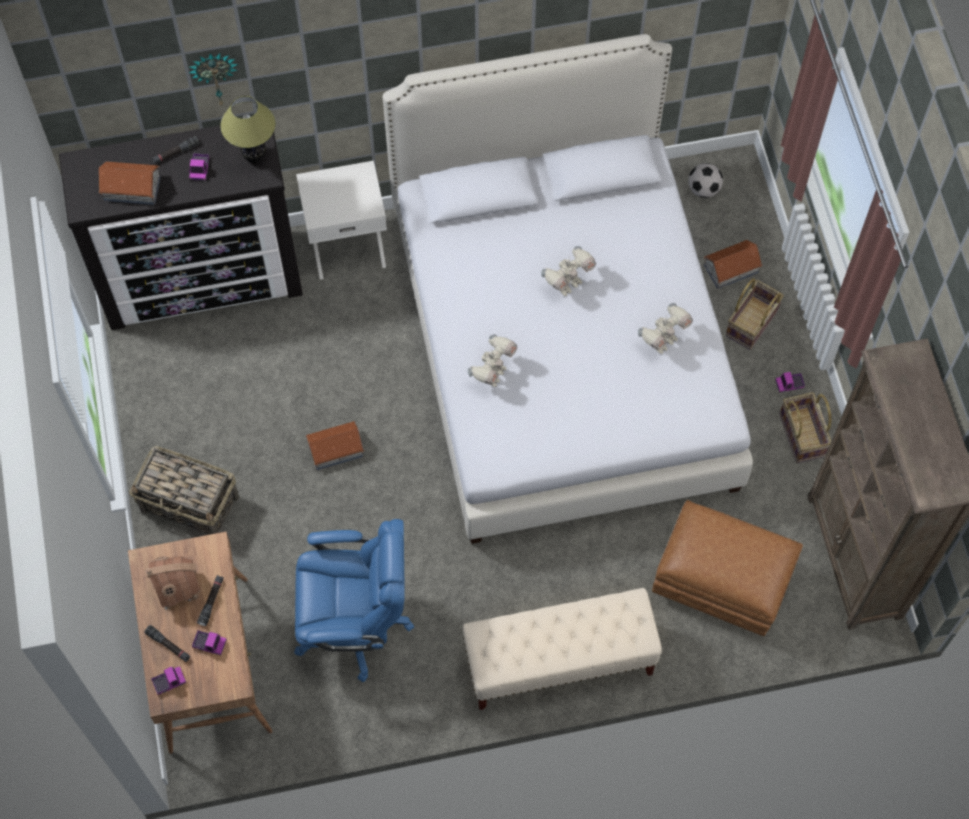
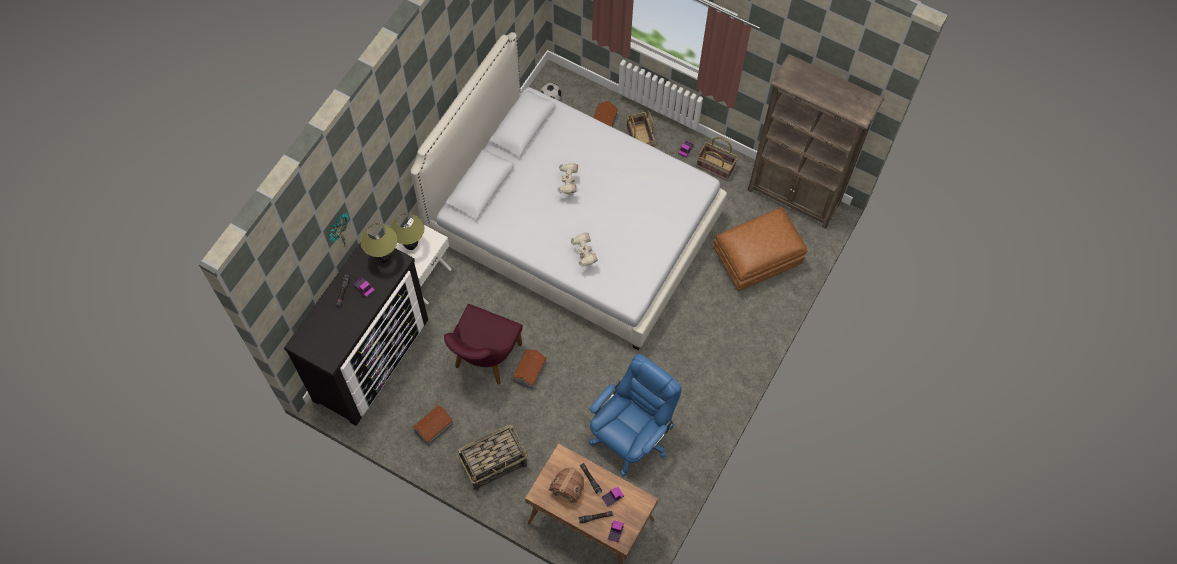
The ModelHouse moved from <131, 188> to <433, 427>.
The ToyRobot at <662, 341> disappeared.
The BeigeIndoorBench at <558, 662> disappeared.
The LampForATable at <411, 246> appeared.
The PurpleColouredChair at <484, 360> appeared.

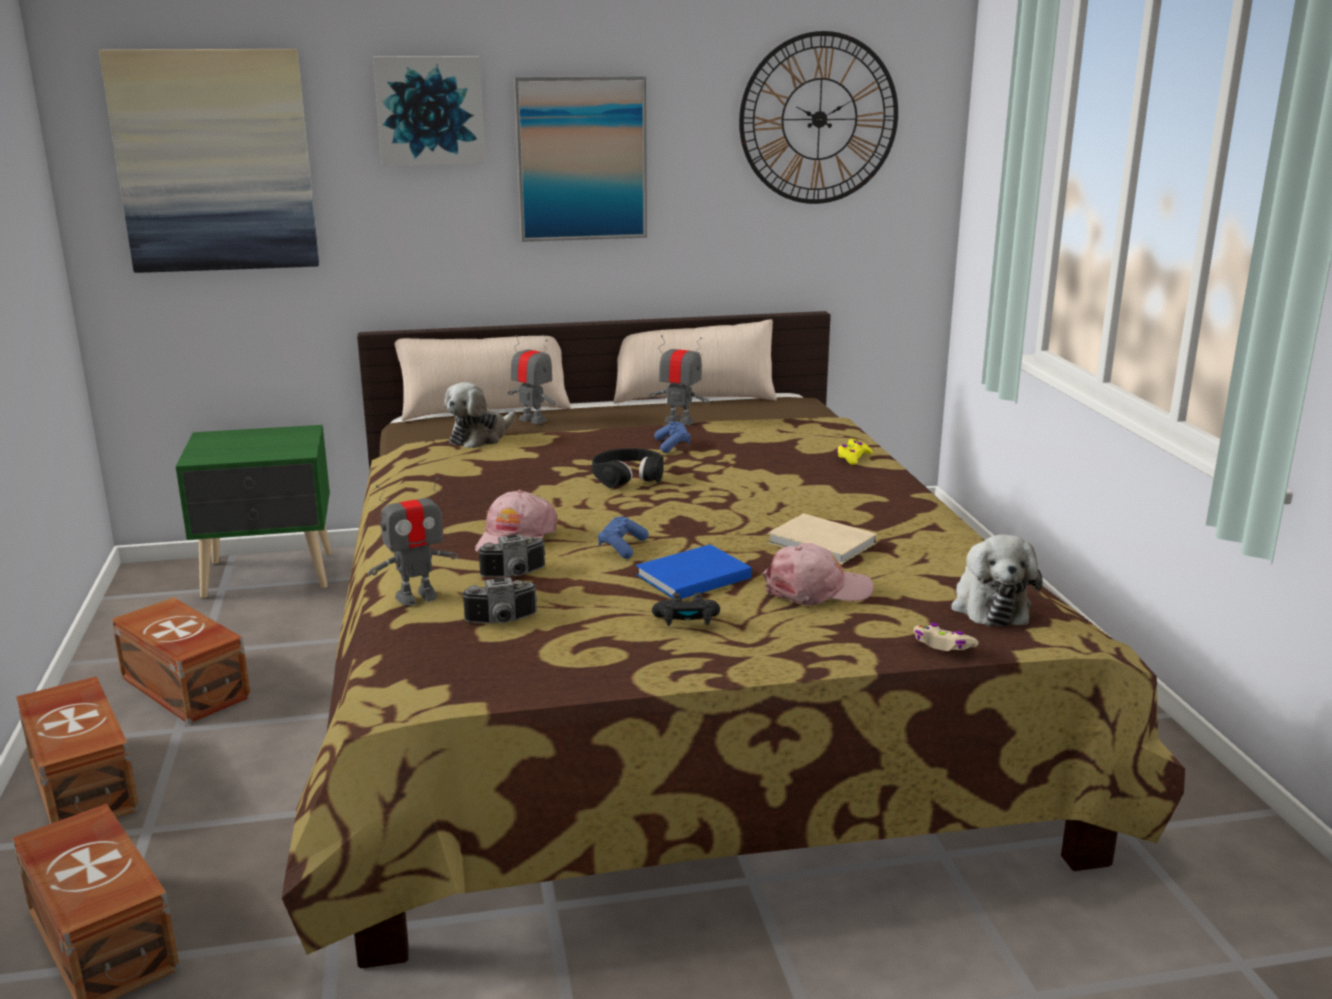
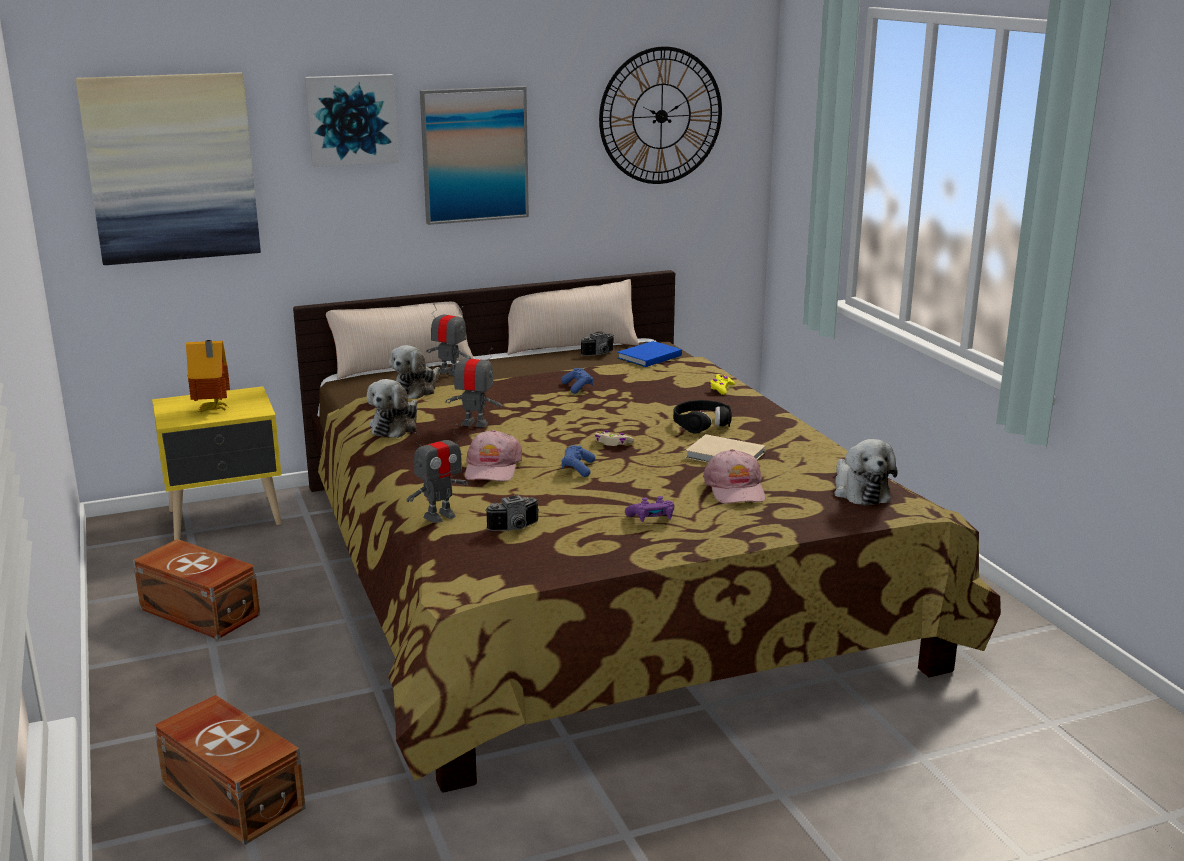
The ToyRobot moved from <679, 421> to <474, 424>.
The GreenishNightstand at <270, 576> became the YellowishNightstand at <227, 518>.
The BlackishHeadset moved from <628, 477> to <701, 424>.
The StillCamera moved from <515, 575> to <600, 354>.
The PinkBaseballCap at <817, 589> turned 105 degrees clockwise.
The BlueVolume moved from <690, 577> to <647, 357>.
The BlackishGameController at <686, 622> became the PurpleColouredGameController at <652, 519>.
The BeigeGameController moved from <943, 645> to <613, 443>.
The BrownishStorageBin at <85, 782> disappeared.
The ModelHouse at <212, 410> appeared.
The SoftToy at <396, 426> appeared.

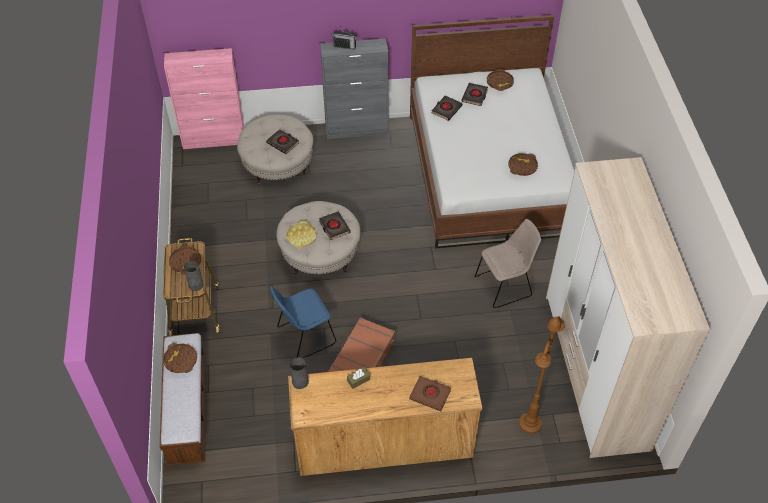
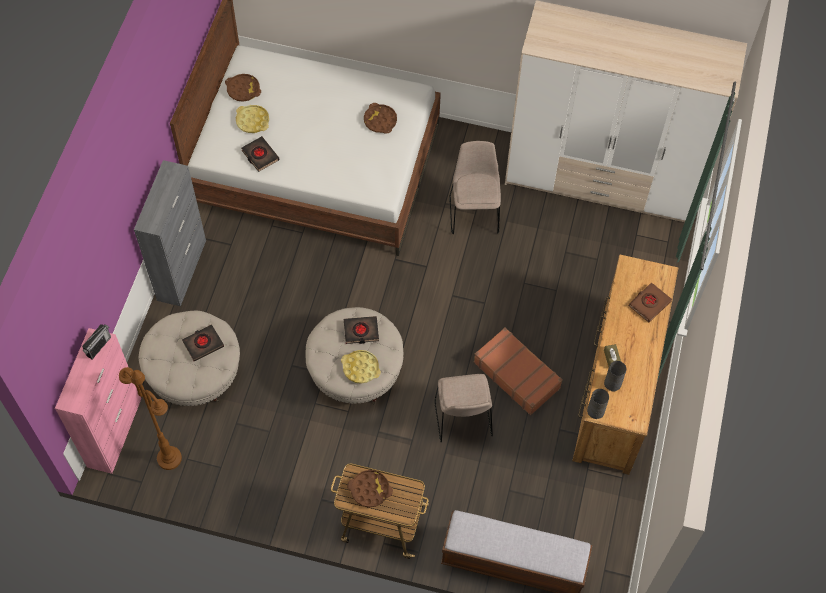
The Radio moved from <344, 46> to <98, 346>.
The BlackishVolume at <474, 96> was replaced by the YellowishServingTray at <252, 121>.
The GreyishDecorativeVase moved from <195, 285> to <613, 384>.
The BlueChair at <304, 336> became the BeigeChair at <463, 420>.
The BrownishStandardLamp moved from <530, 423> to <169, 458>.
The BrownishServingTray at <180, 360> disappeared.

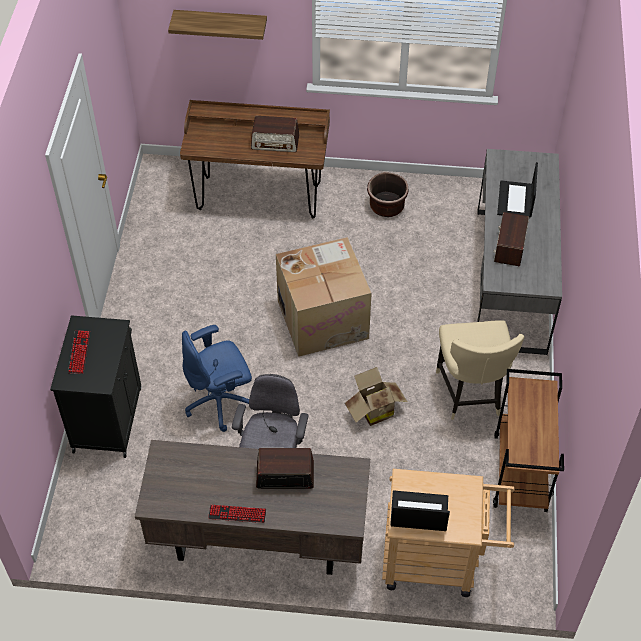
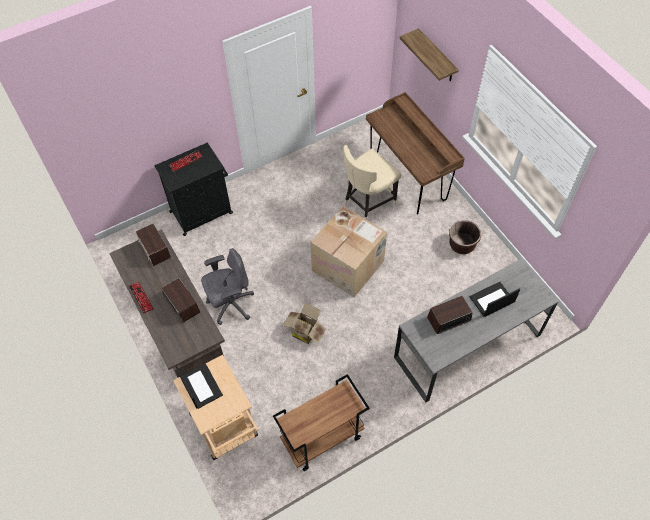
The Radio moved from <275, 142> to <154, 249>.
The BeigeChair moved from <470, 394> to <367, 202>.
The BlueOfficeChair at <220, 401> disappeared.

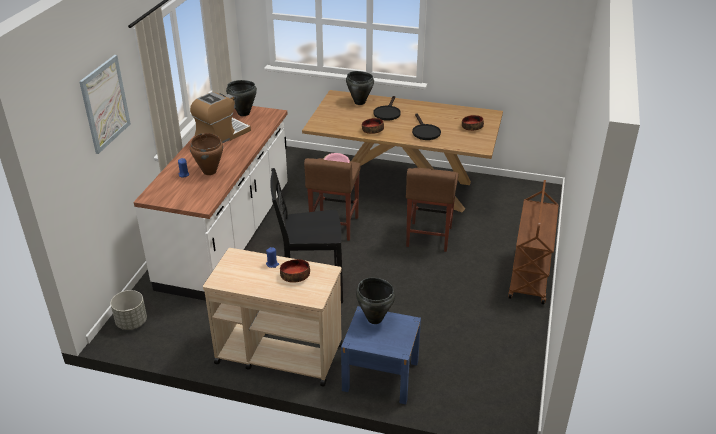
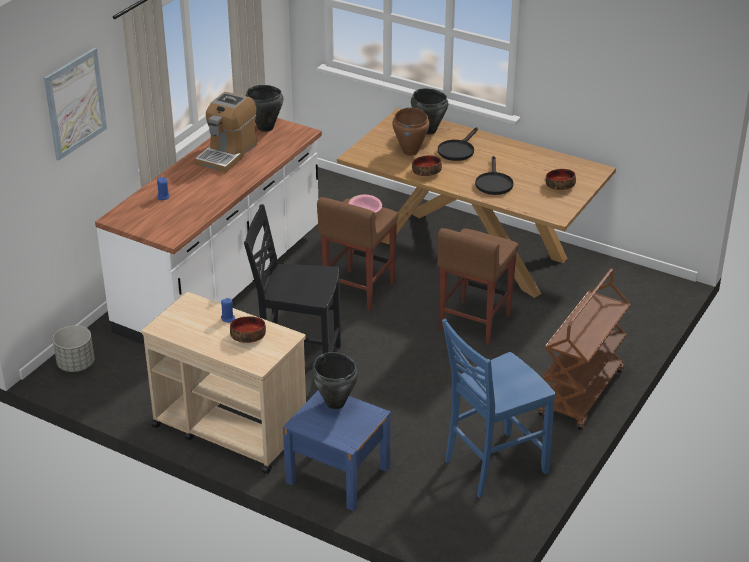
The CoffeeBrewer at <222, 135> turned 150 degrees clockwise.
The BrownishSaucepot moved from <210, 171> to <410, 151>.
The BlueChair at <492, 466> appeared.

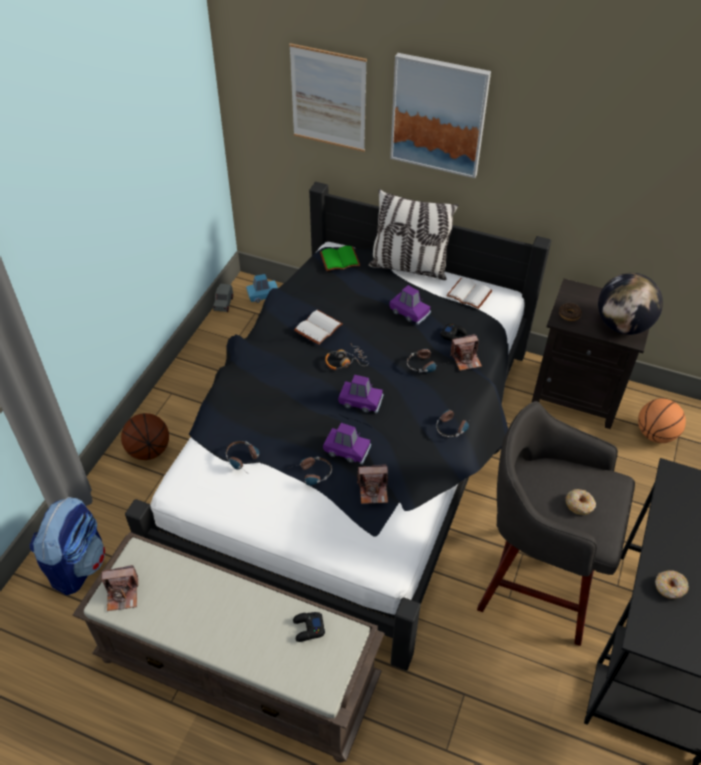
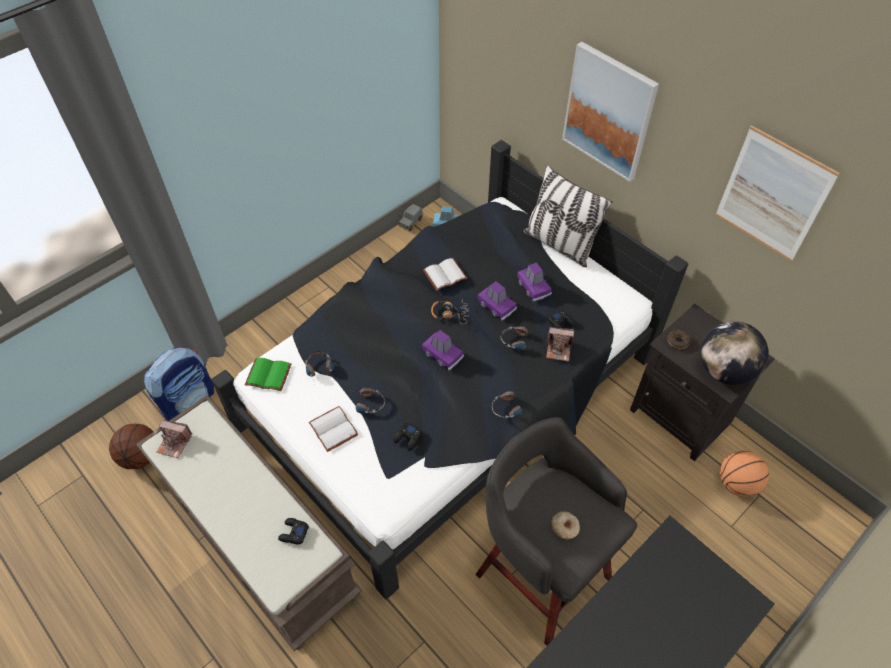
The WallPicture moved from <328, 98> to <772, 195>.
The GreenishVolume moved from <339, 260> to <267, 376>.
The WhiteColouredVolume moved from <470, 294> to <335, 429>.
The Basketball moved from <148, 450> to <141, 456>.
The PurpleColouredMiniatureCar moved from <347, 450> to <496, 306>.
The StillCamera at <373, 490> was replaced by the BlackishGameController at <408, 438>.
The Donut at <669, 588> disappeared.

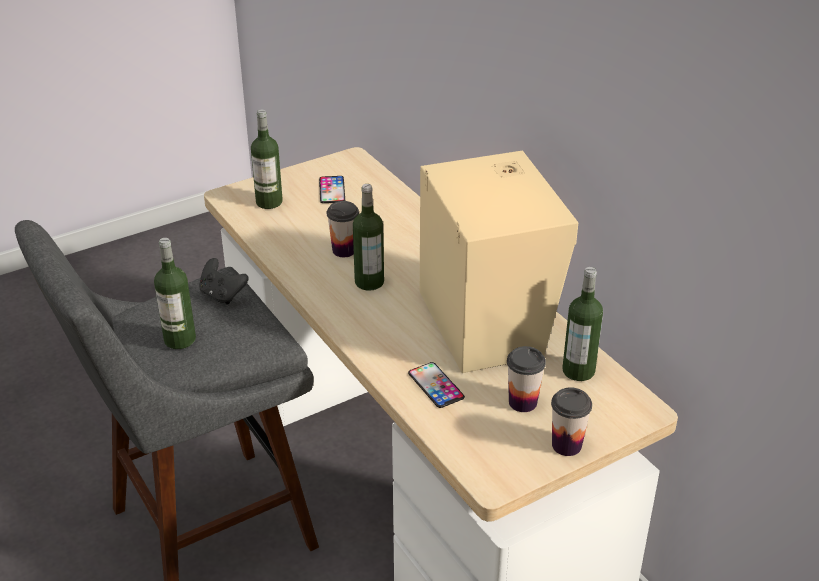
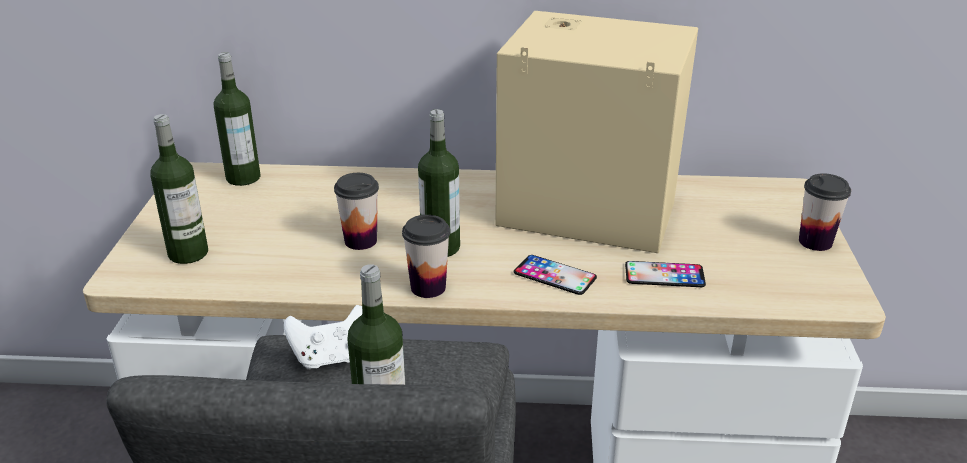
The Phone moved from <332, 190> to <554, 275>.
The BlackishGameController at <222, 295> became the WhiteColouredGameController at <330, 358>.
The Bottle moved from <578, 371> to <243, 178>.
The SmallCup moved from <522, 402> to <428, 287>.

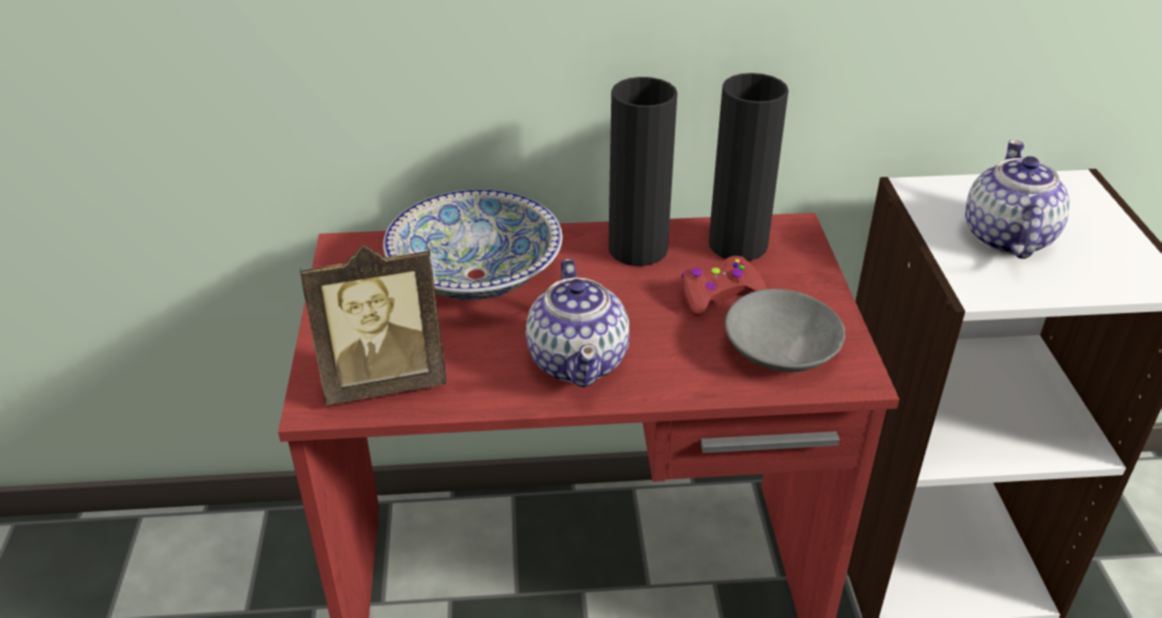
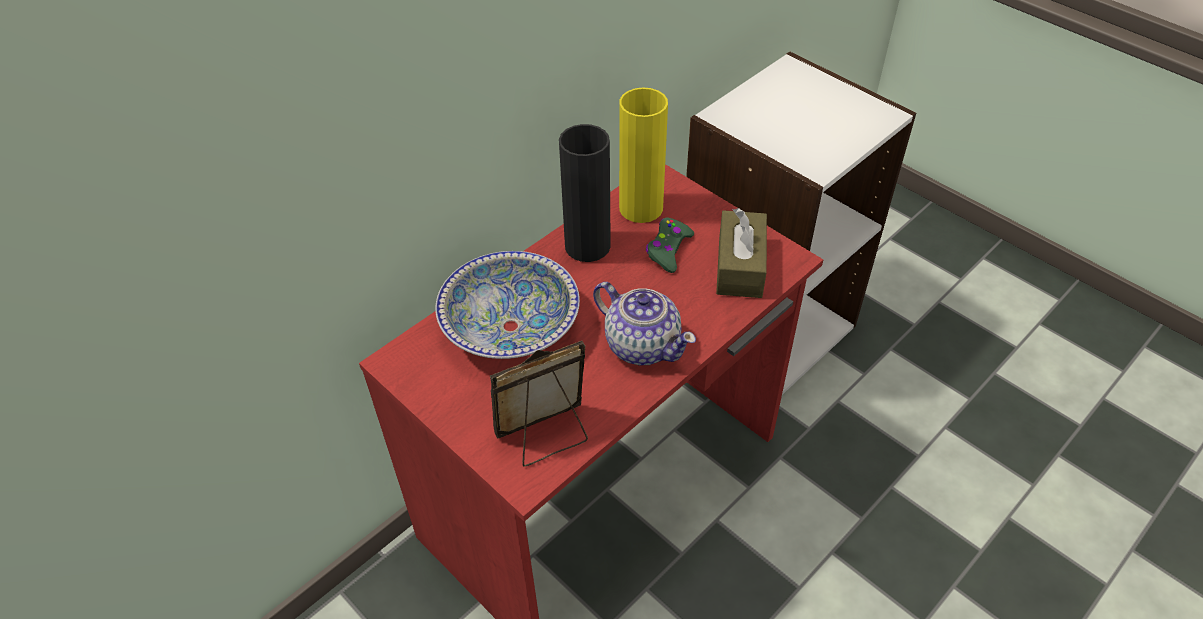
The BlackishDecorativeVase at <738, 244> became the YellowishDecorativeVase at <641, 208>.
The PotForTea at <1006, 238> disappeared.
The PictureFrame at <384, 381> turned 150 degrees counterclockwise.
The RedGameController at <719, 294> became the GreenishGameController at <668, 250>.
The GreyishServingBowl at <782, 350> was replaced by the BrownishTissueBox at <740, 266>.

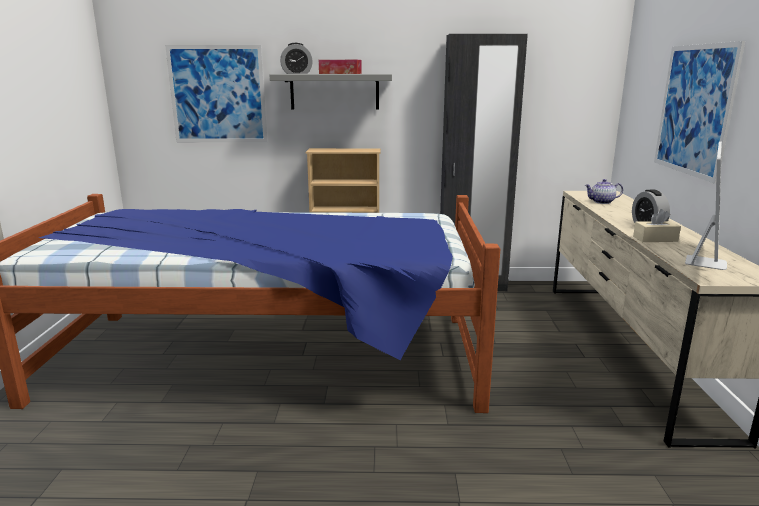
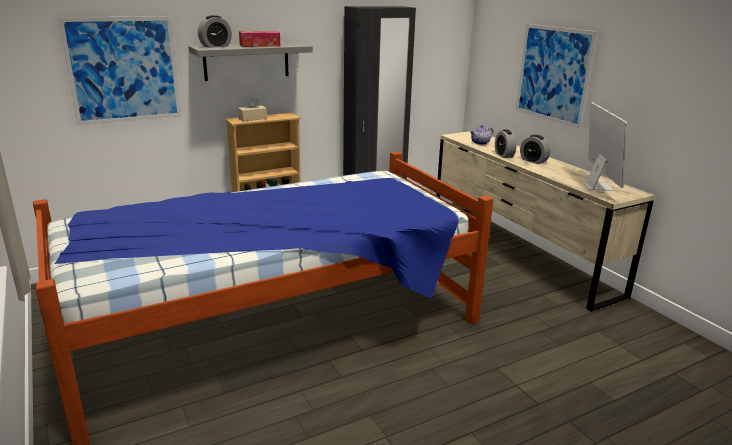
The BeigeTissueBox moved from <655, 239> to <252, 118>.
The AlarmClock at <504, 155> appeared.

